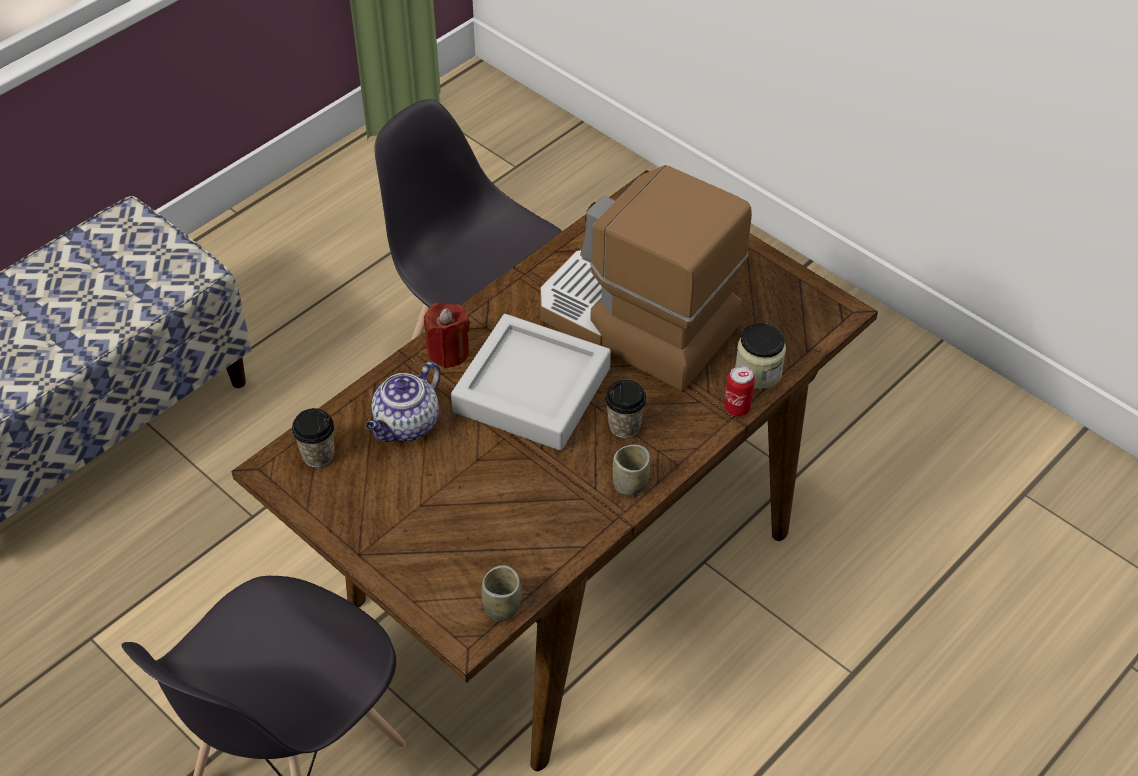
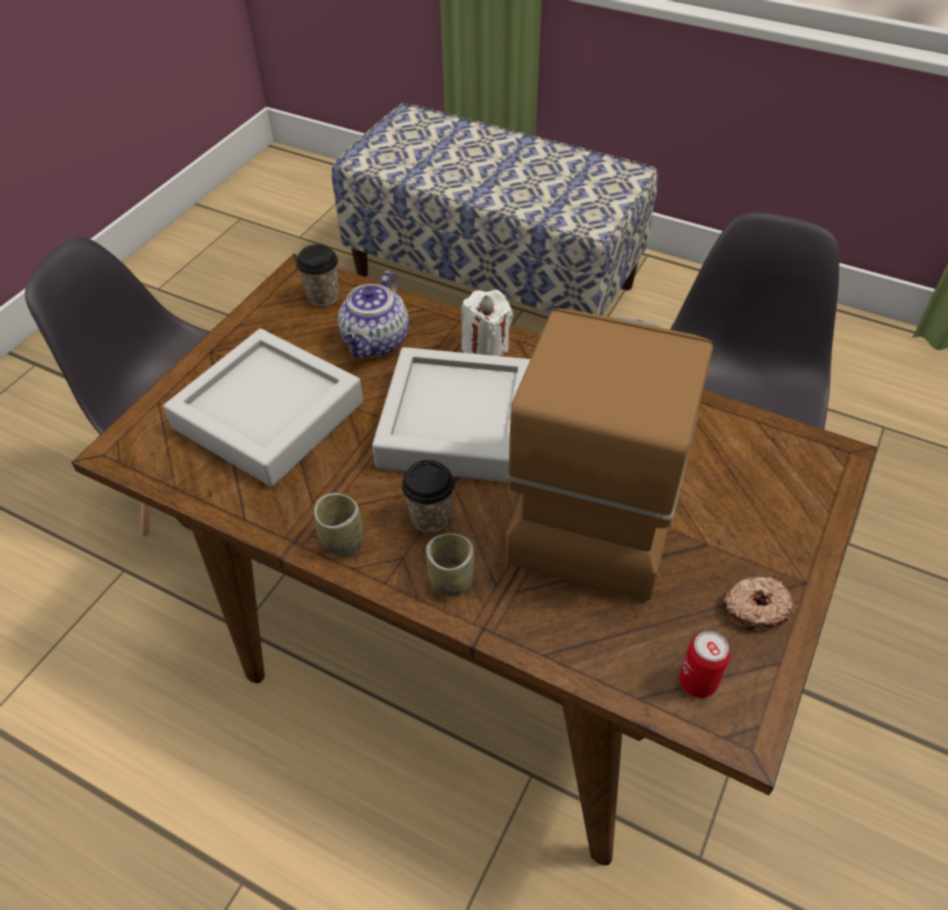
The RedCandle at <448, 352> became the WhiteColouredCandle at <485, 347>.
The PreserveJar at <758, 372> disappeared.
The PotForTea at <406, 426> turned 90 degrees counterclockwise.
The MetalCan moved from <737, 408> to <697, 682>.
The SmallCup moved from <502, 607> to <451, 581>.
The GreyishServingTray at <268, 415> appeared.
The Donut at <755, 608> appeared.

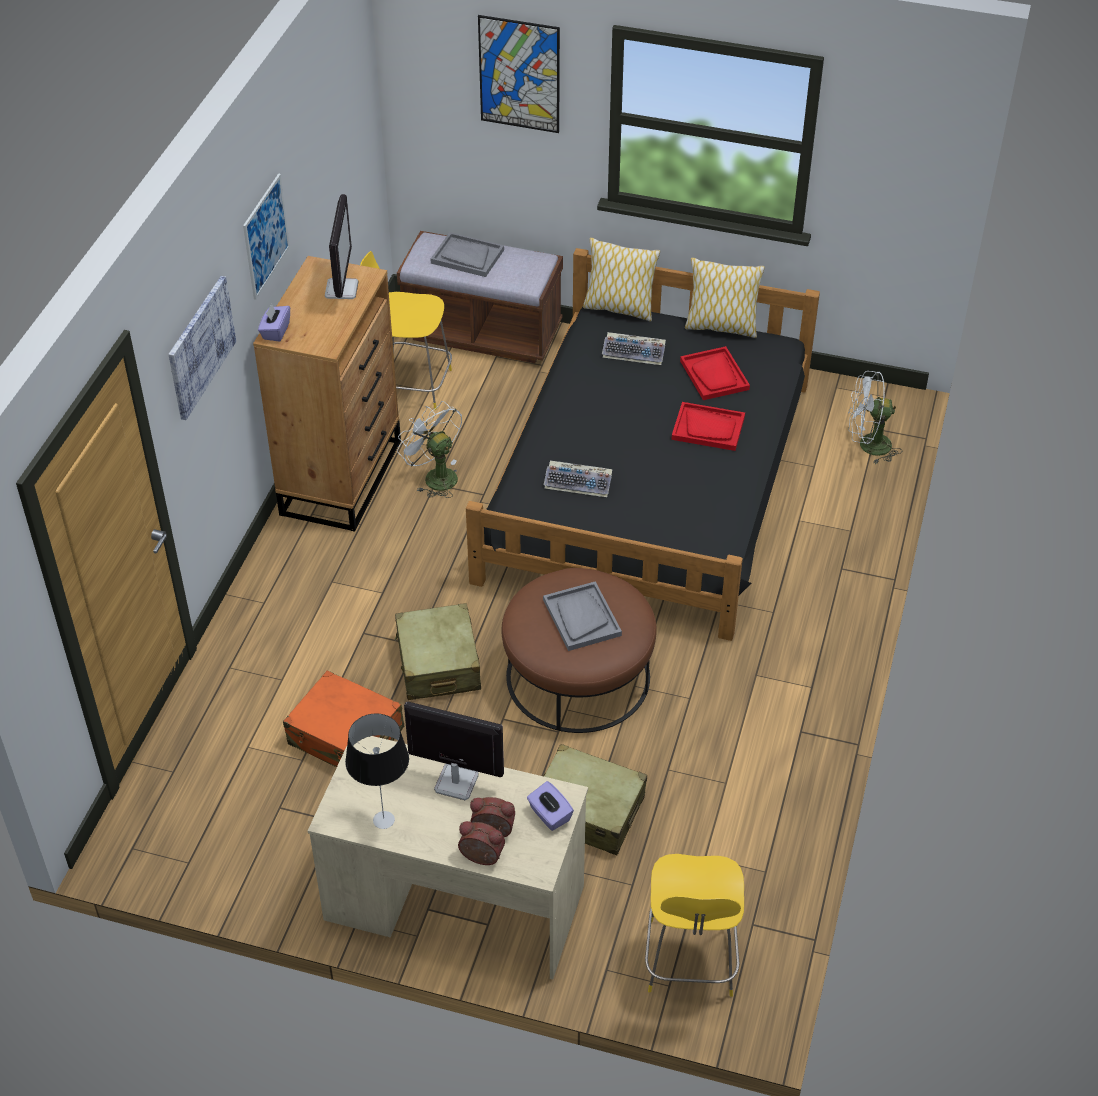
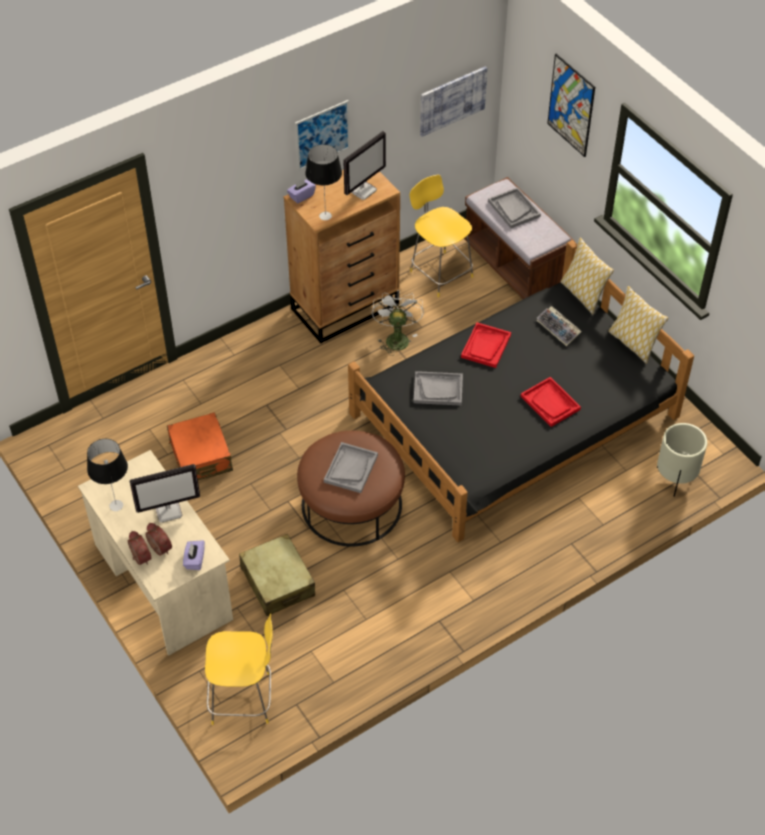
The WallPicture moved from <200, 347> to <452, 100>.
The RedServingTray moved from <714, 375> to <486, 346>.
The WhiteColouredElectricFan at <867, 446> was replaced by the BeigePlanter at <675, 479>.
The ComputerKeyboard at <579, 483> was replaced by the GreyishServingTray at <438, 389>.
The BeigePieceOfLuggage at <438, 664> disappeared.
The Monitor at <455, 782> turned 105 degrees clockwise.
The YellowishChair at <690, 961> turned 135 degrees counterclockwise.
The LampForATable at <325, 216> appeared.

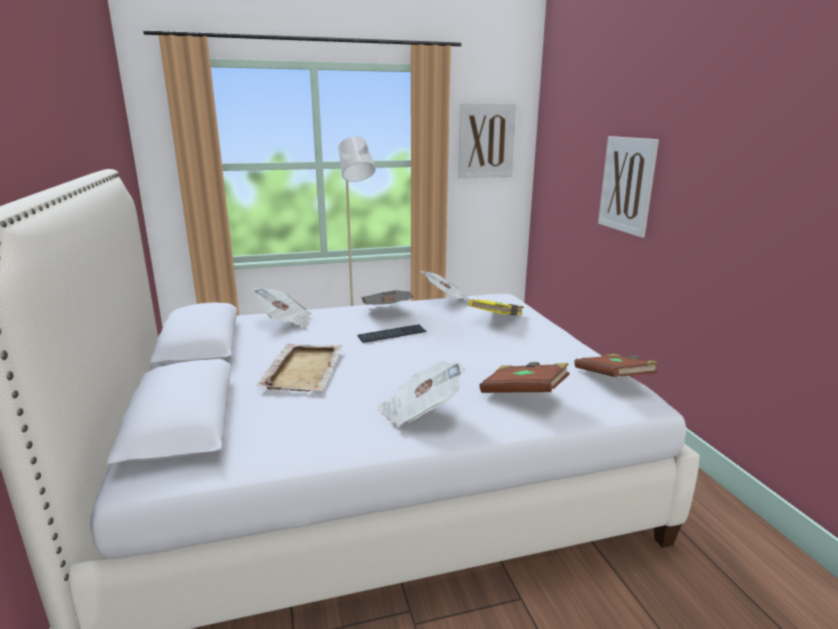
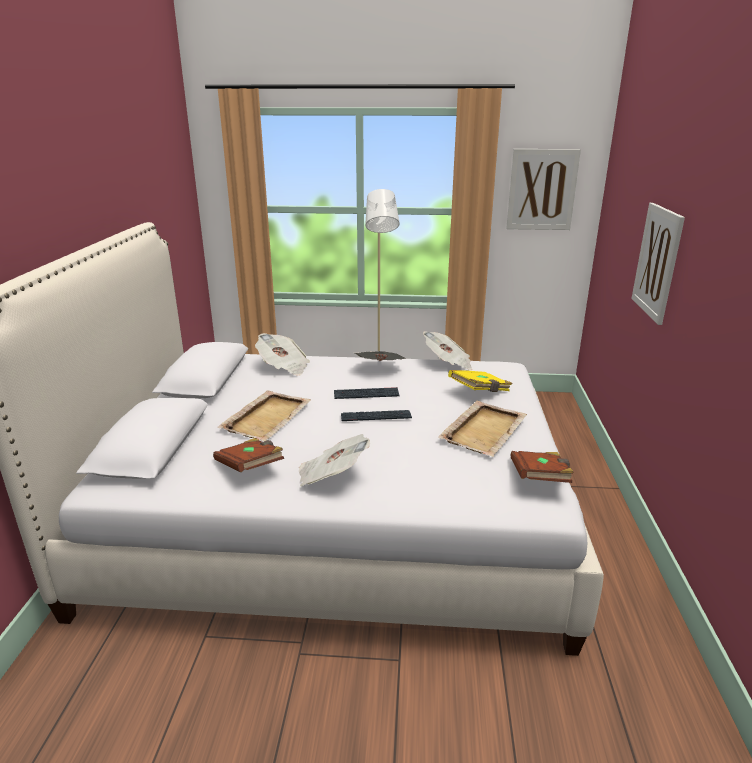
The BrownishVolume moved from <523, 393> to <250, 467>.
The BeigeServingTray at <484, 430> appeared.
The ComputerKeyboard at <376, 417> appeared.

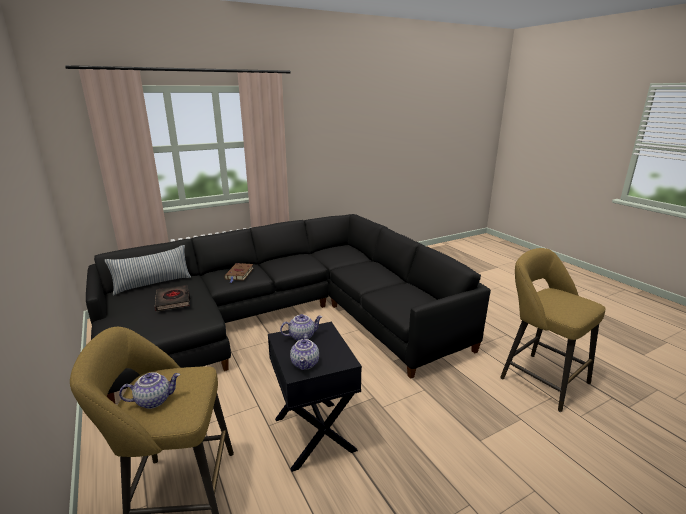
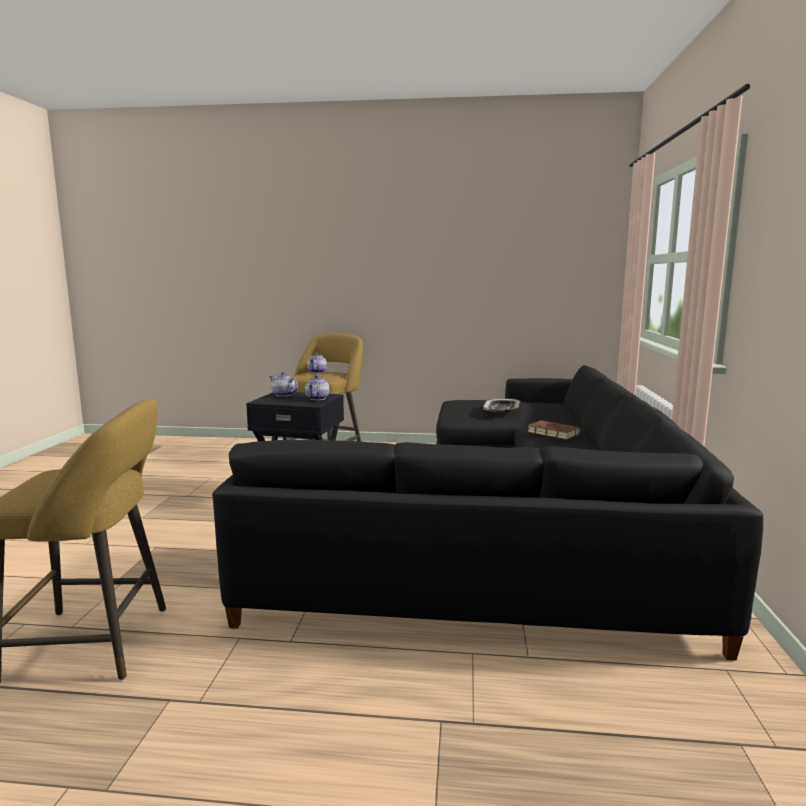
The ThrowPillow at <153, 284> disappeared.
The BlackishVolume at <173, 300> was replaced by the ServingTray at <502, 409>.

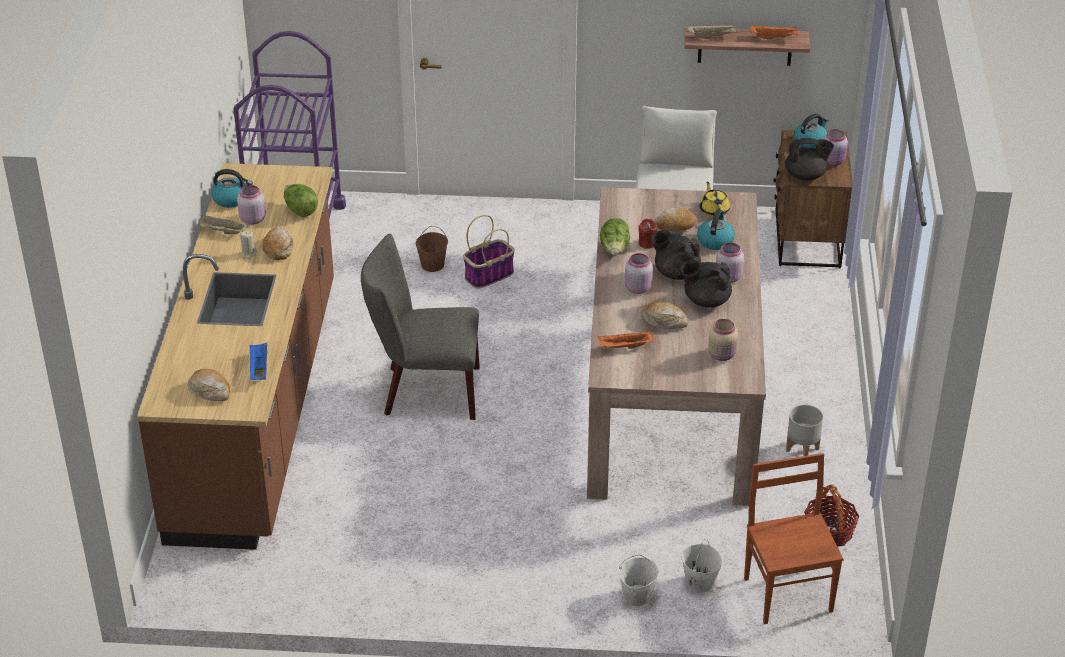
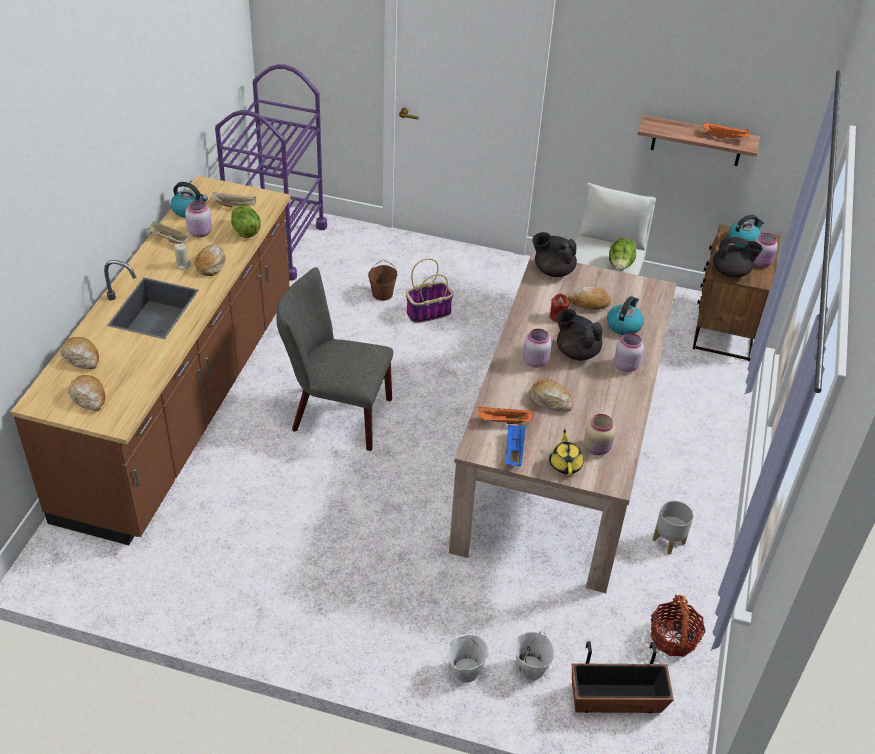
The BeigeServingTray moved from <712, 36> to <235, 205>.
The YellowishPotForTea moved from <714, 210> to <565, 464>.
The HeadOfLettuce moved from <614, 250> to <620, 266>.
The BlackishPotForTea moved from <705, 300> to <553, 270>.
The BlueServingTray moved from <259, 368> to <514, 451>.
The BrownishChair at <788, 593> was replaced by the Planter at <616, 699>.
The BakeryBread at <82, 358> appeared.

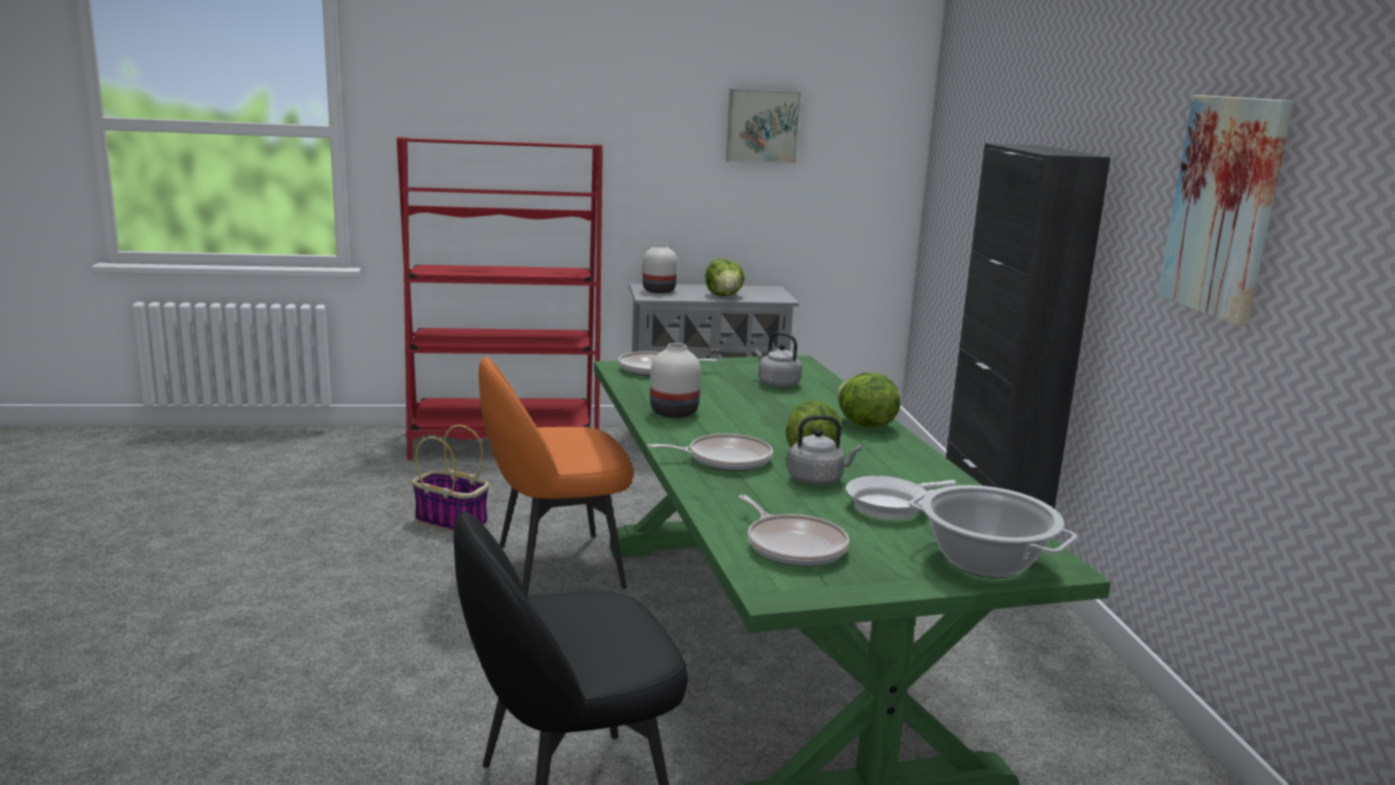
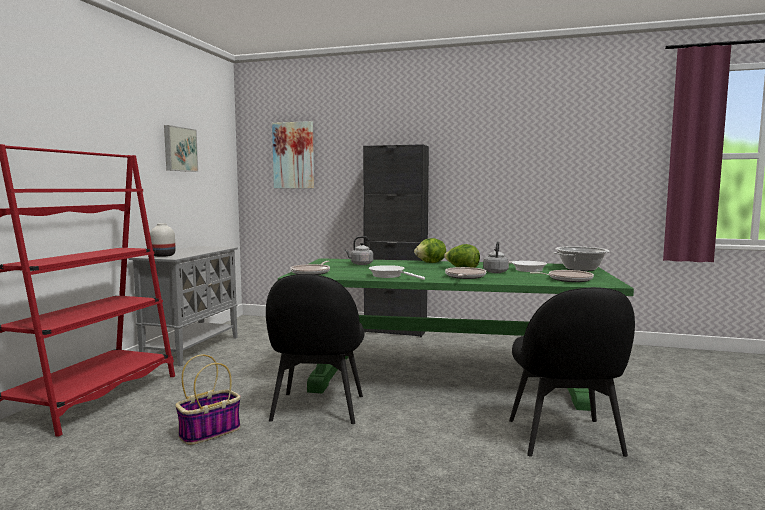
The WallPicture moved from <1225, 207> to <293, 155>.
The HeadOfLettuce at <724, 296> disappeared.
The WhiteColouredDecorativeVase at <675, 412> was replaced by the WhiteColouredPan at <389, 276>.
The OrangeyChair at <555, 566> became the BlackishChair at <317, 409>.

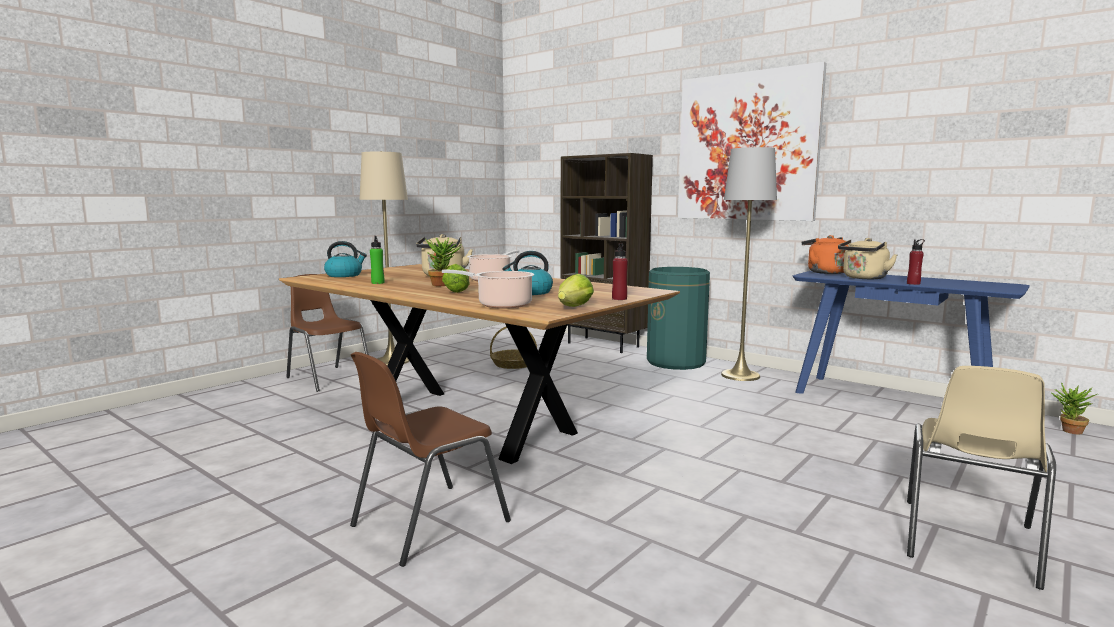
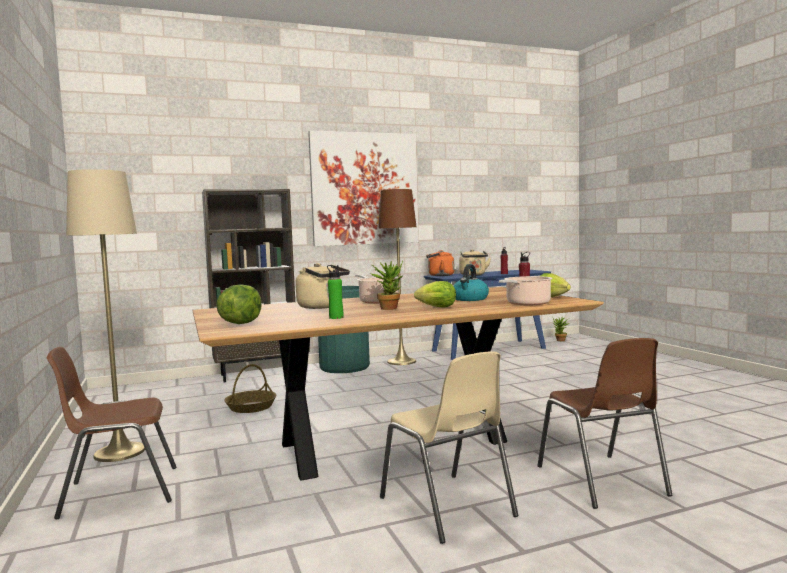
The GreyishStandardLamp at <740, 375> became the BrownishStandardLamp at <401, 361>.
The TeaKettle at <344, 275> was replaced by the HeadOfLettuce at <240, 323>.
The BeigeChair moved from <967, 542> to <448, 507>.

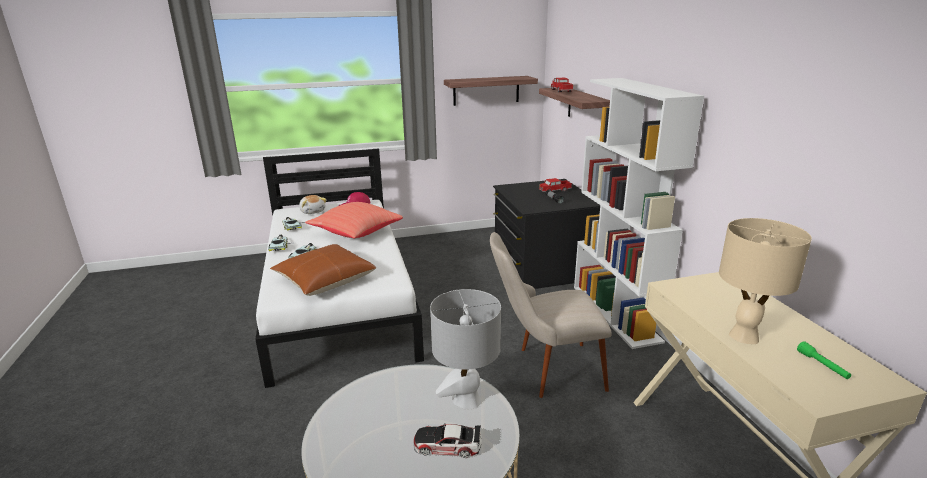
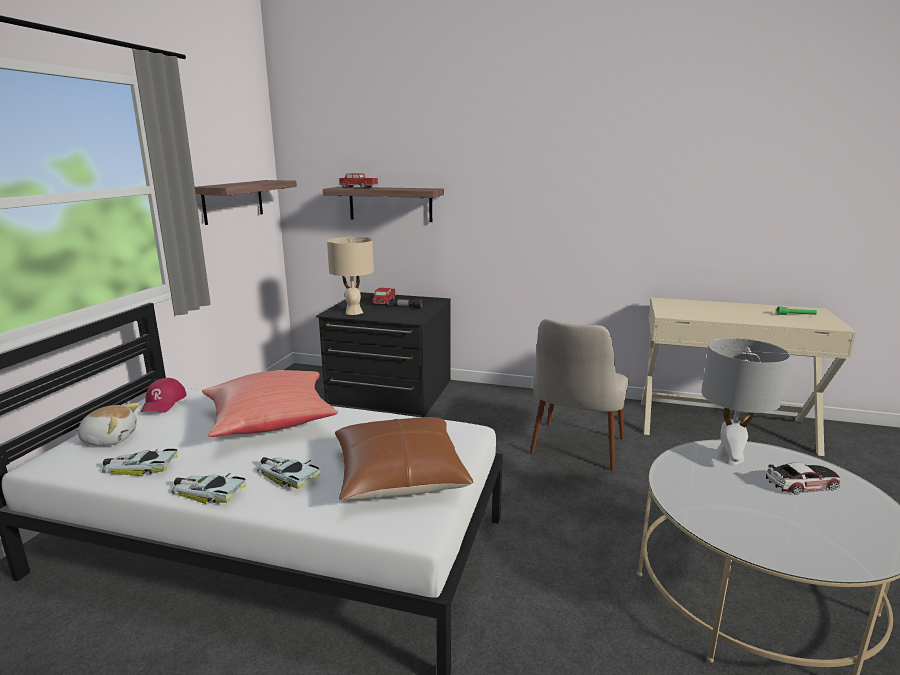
The WhiteColouredShelvingUnit at <616, 313> disappeared.
The BeigeLampForATable moved from <744, 336> to <353, 312>.
The MiniatureCar at <447, 445> turned 135 degrees counterclockwise.

